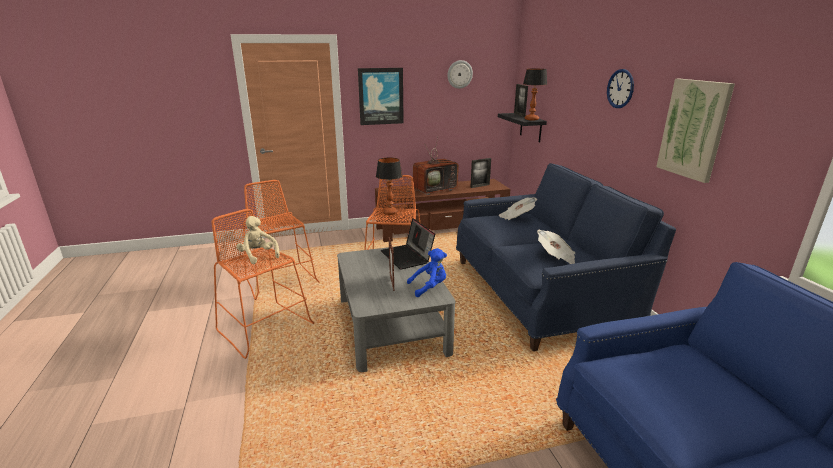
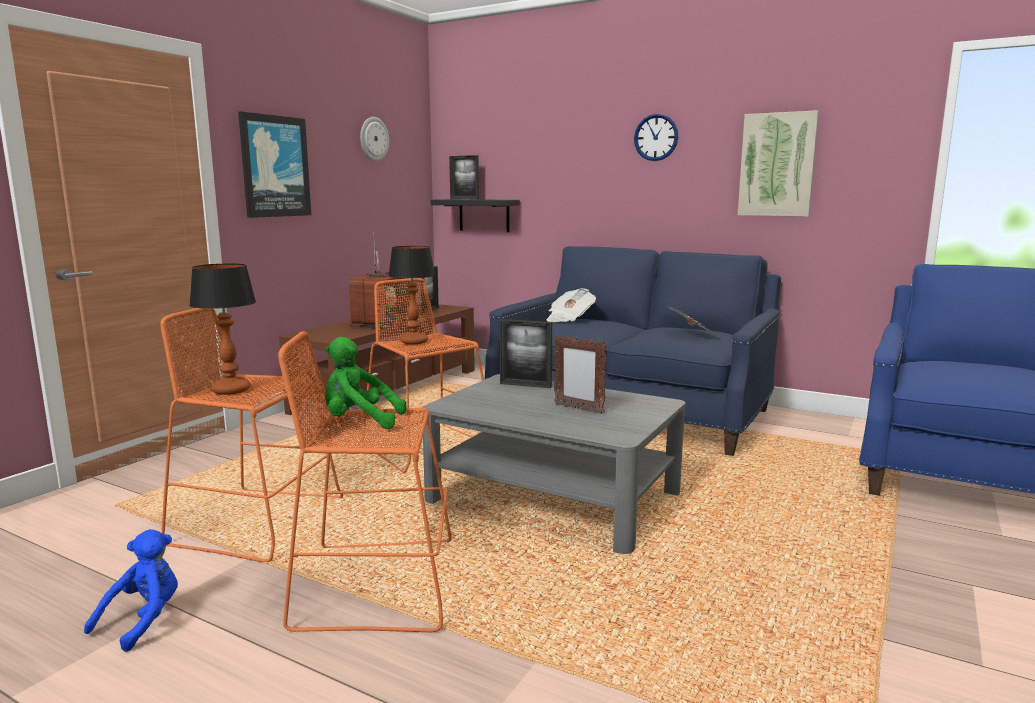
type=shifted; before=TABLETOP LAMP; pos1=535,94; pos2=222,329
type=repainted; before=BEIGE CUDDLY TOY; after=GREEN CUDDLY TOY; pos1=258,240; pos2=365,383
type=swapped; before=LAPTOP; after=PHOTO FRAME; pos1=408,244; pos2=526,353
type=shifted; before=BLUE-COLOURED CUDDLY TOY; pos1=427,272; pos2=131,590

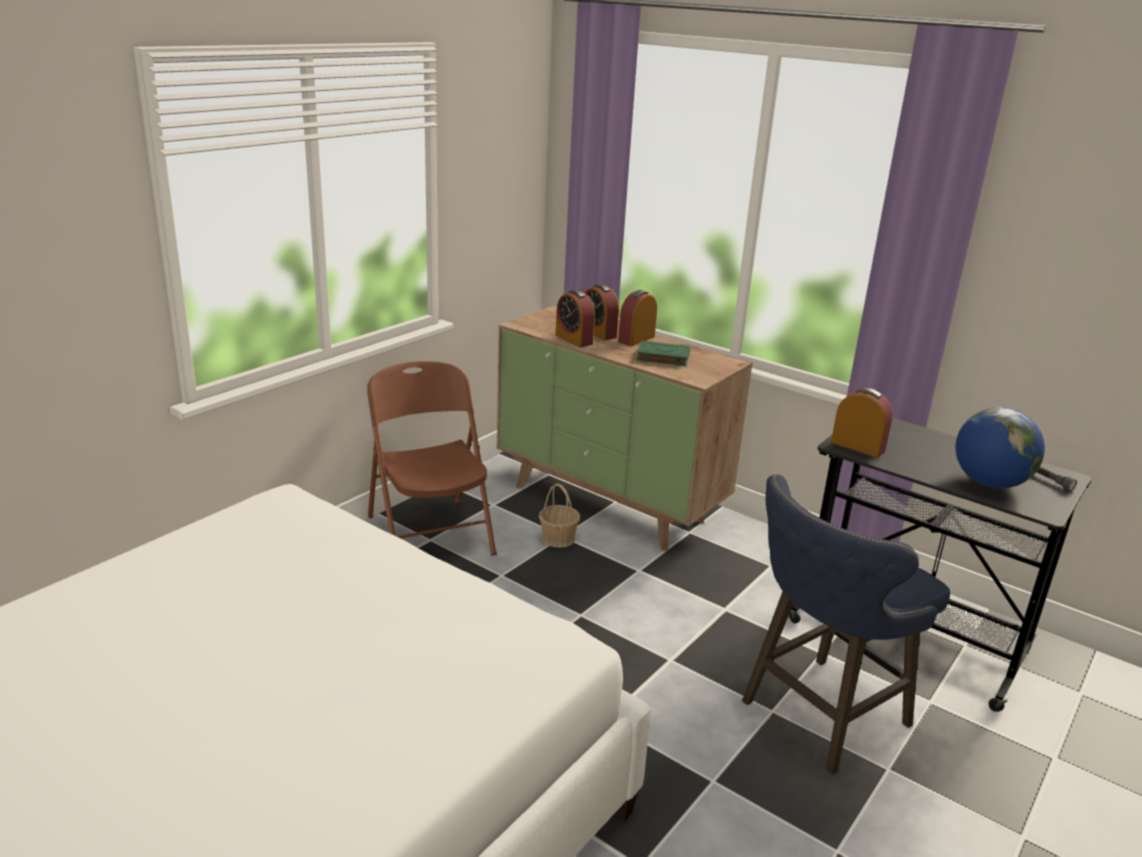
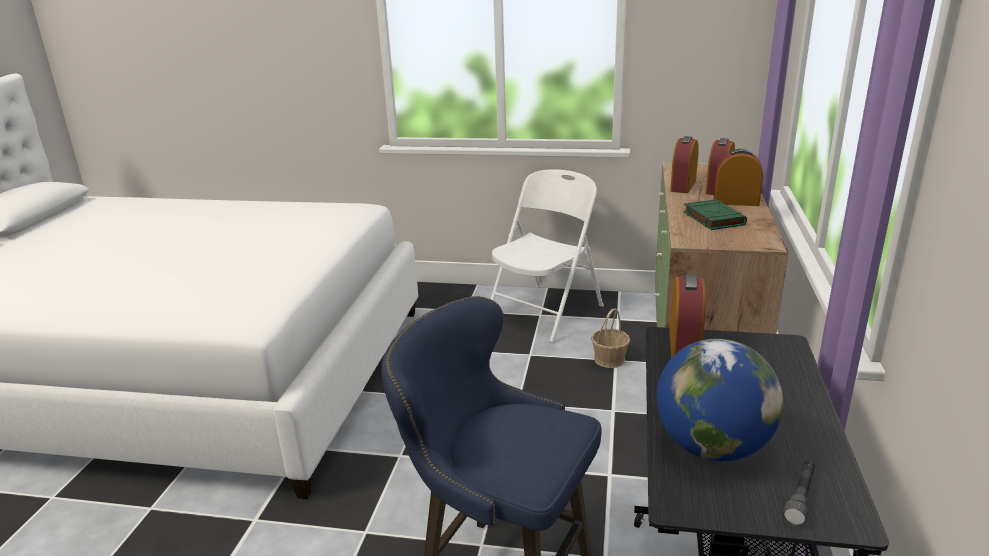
type=repainted; before=BROWN UPRIGHT CHAIR; after=WHITE-COLOURED UPRIGHT CHAIR; pos1=432,458; pos2=547,256

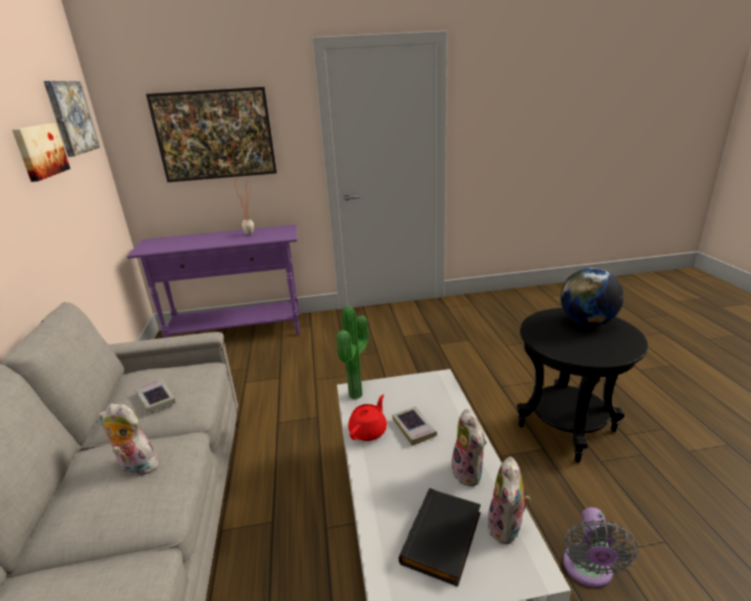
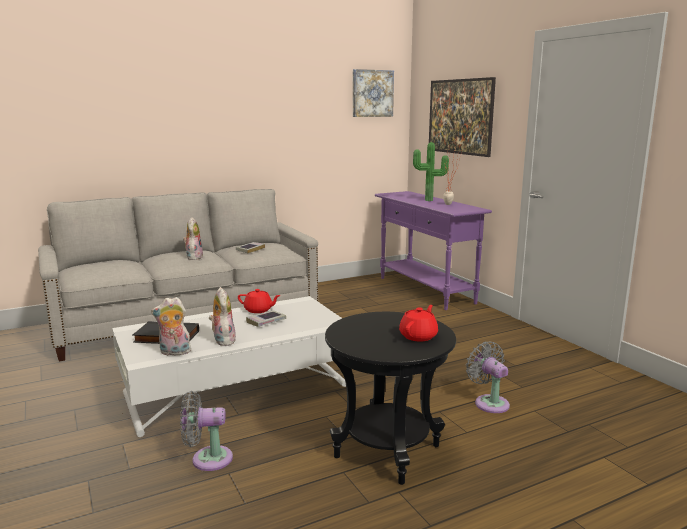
type=gone; before=WALL ART; pos1=41,152
type=swapped; before=GLOBE; after=REDDISH TEA POT; pos1=592,297; pos2=418,323
type=shifted; before=POTTED PLANT; pos1=353,352; pos2=431,171
type=rotated; before=CUDDLY TOY; pos1=469,447; pos2=222,316; turn=105
type=new; after=GREY COOLING FAN; pos2=488,377

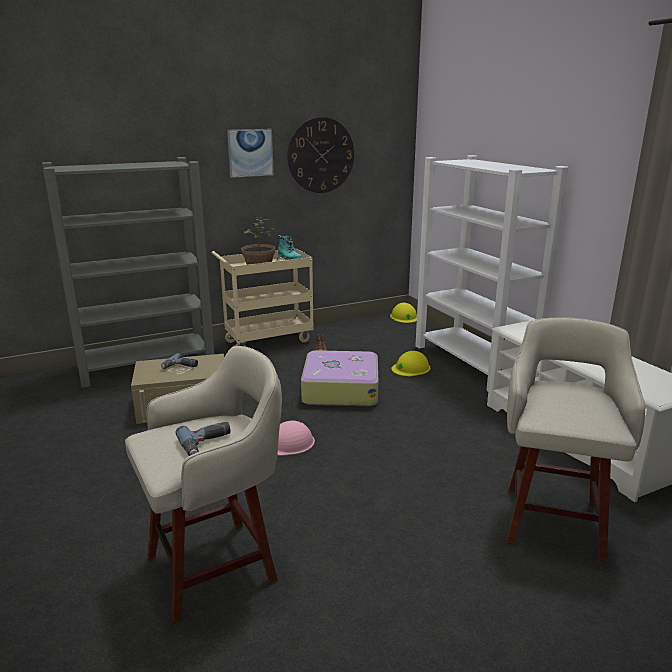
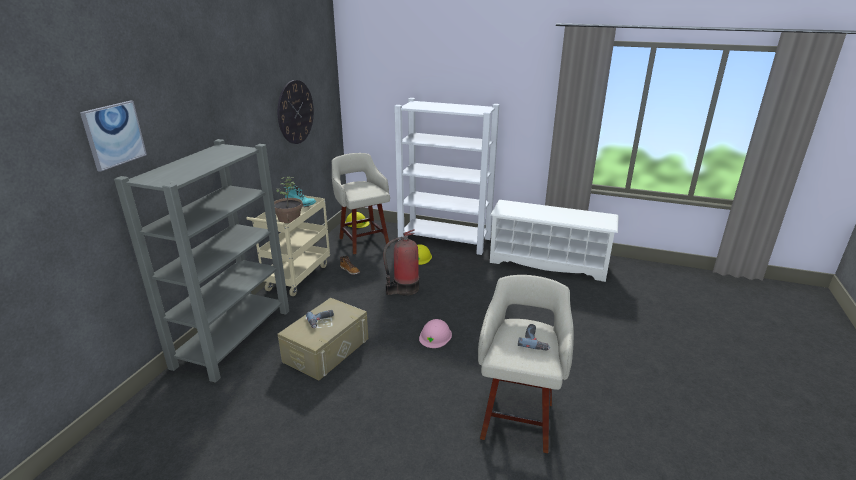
type=shifted; before=WALL ART; pos1=250,153; pos2=113,136
type=shifted; before=BEIGE SITTING STOOL; pos1=576,439; pos2=361,203
type=swapped; before=PIECE OF LUGGAGE; after=FIRE-FIGHTING CYLINDER; pos1=339,378; pos2=401,262

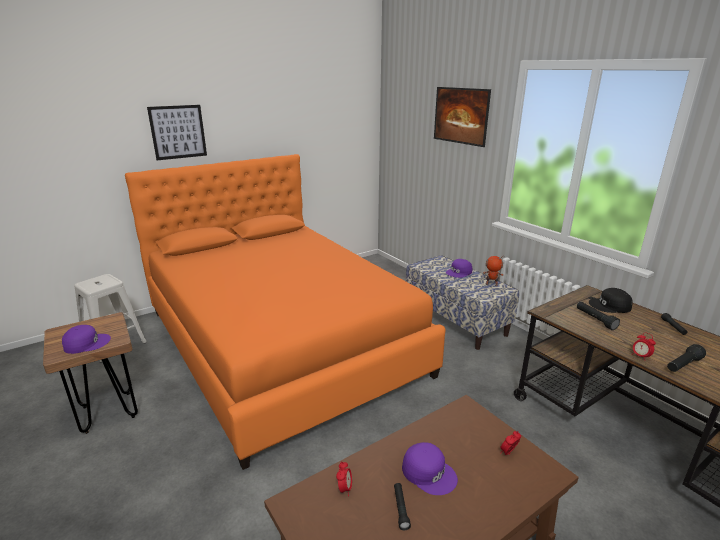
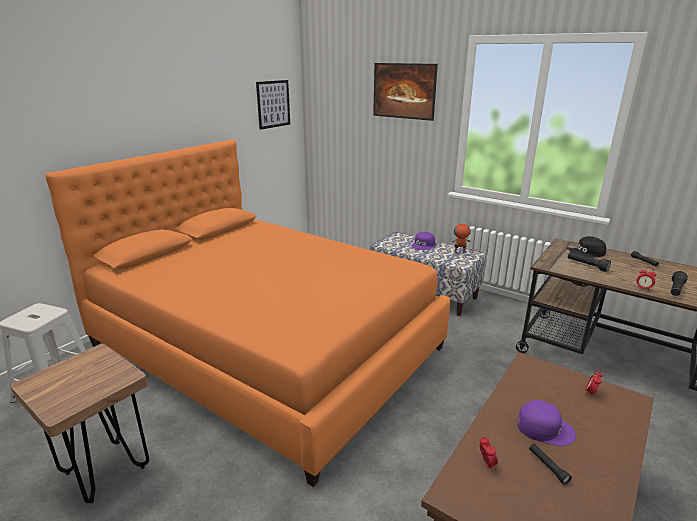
type=shifted; before=WALL ART; pos1=177,132; pos2=273,105
type=gone; before=PURPLE-COLOURED BASEBALL CAP; pos1=86,339

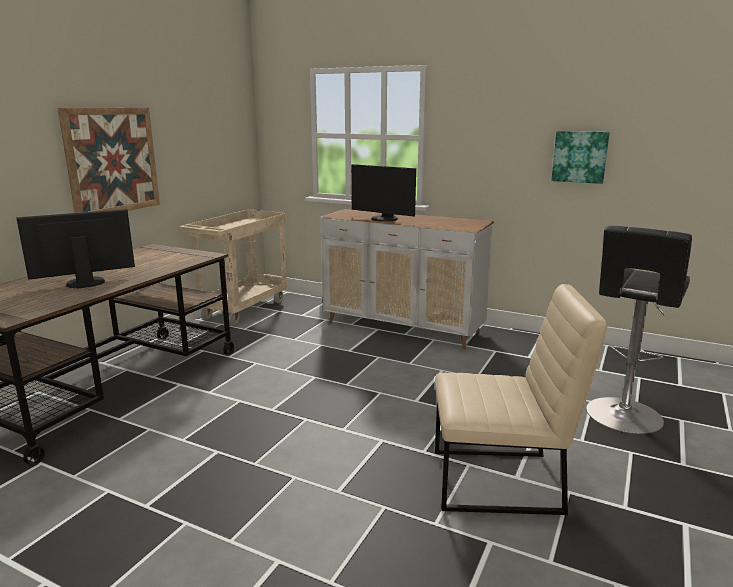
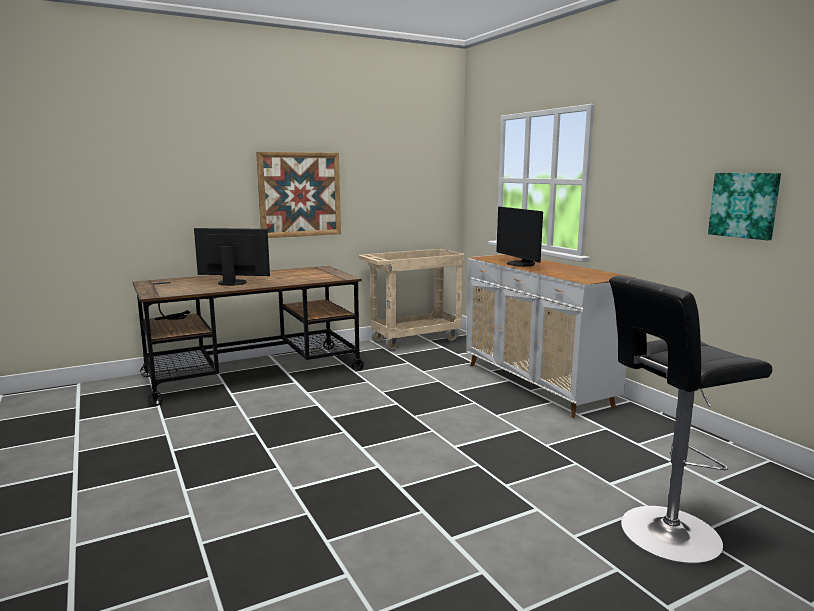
type=gone; before=BEIGE UPRIGHT CHAIR; pos1=521,399

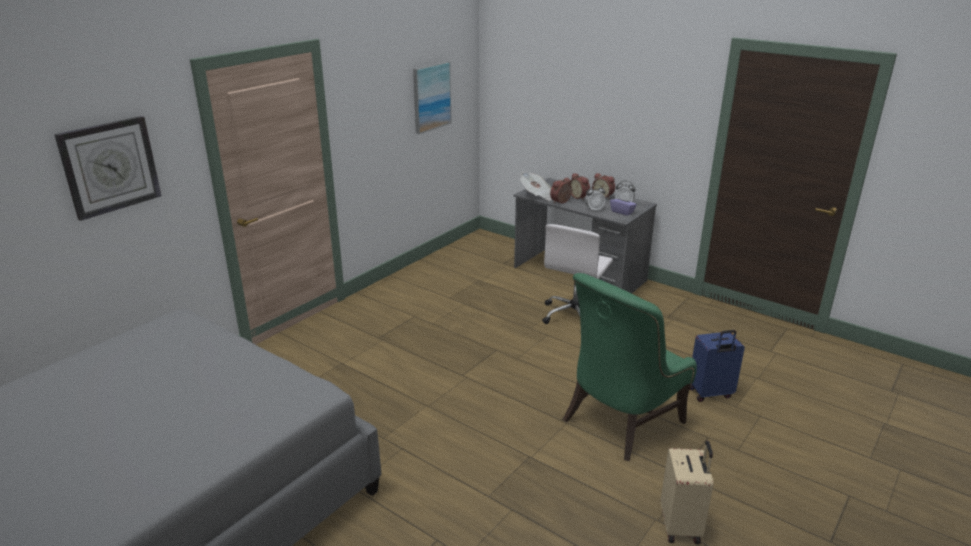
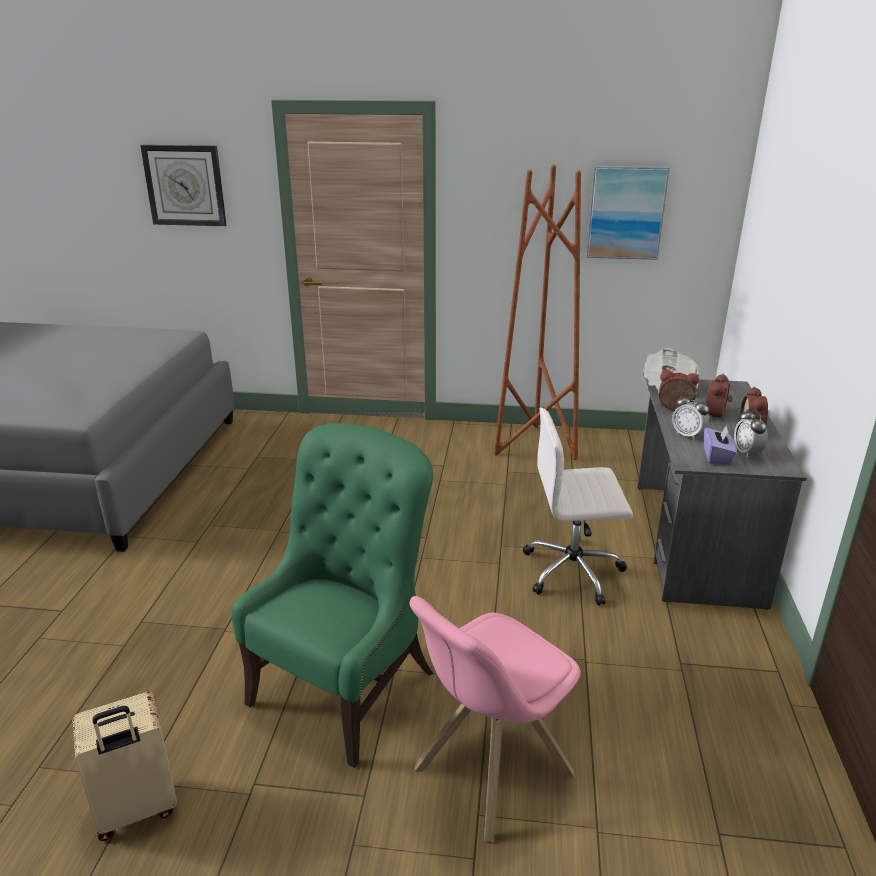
type=rotated; before=GREEN UPRIGHT CHAIR; pos1=630,367; pos2=332,595; turn=105
type=swapped; before=BLUE-COLOURED PIECE OF LUGGAGE; after=PINKISH UPRIGHT CHAIR; pos1=717,366; pos2=495,719
type=new; after=BROWN GARMENT RACK; pos2=537,312

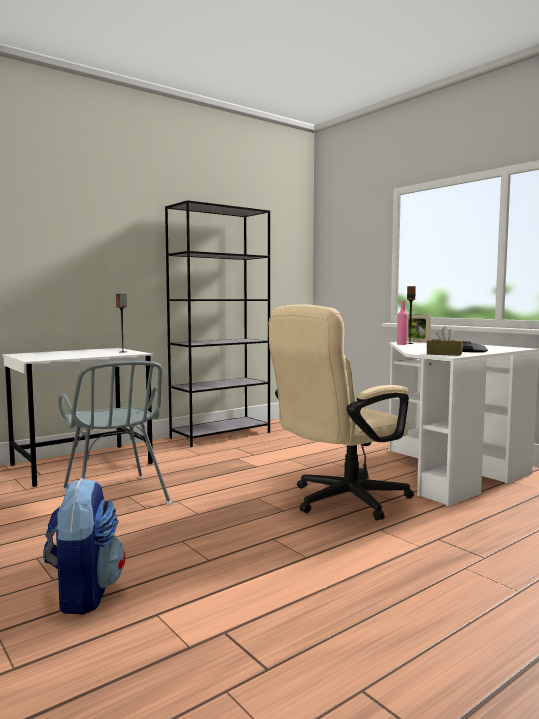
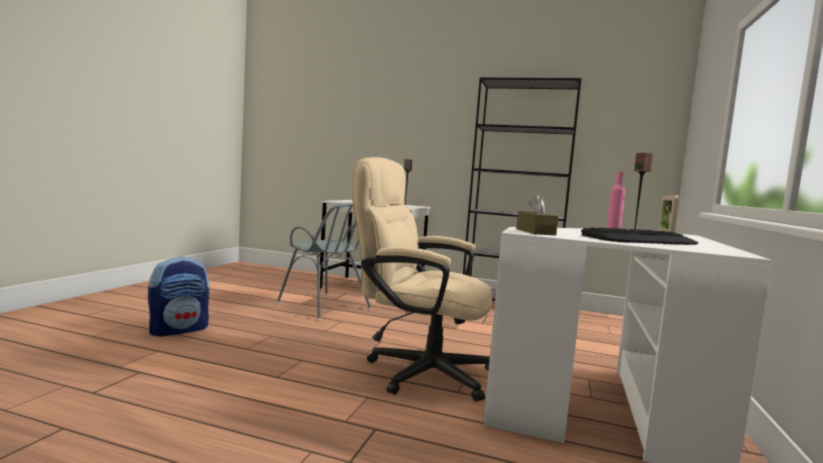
type=rotated; before=GREY UPRIGHT CHAIR; pos1=115,432; pos2=324,262; turn=-75

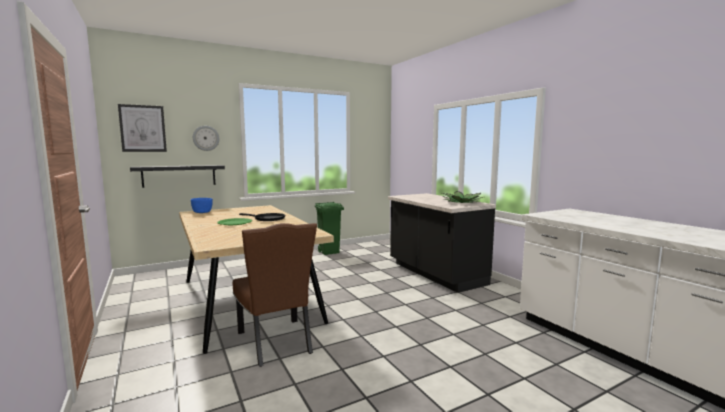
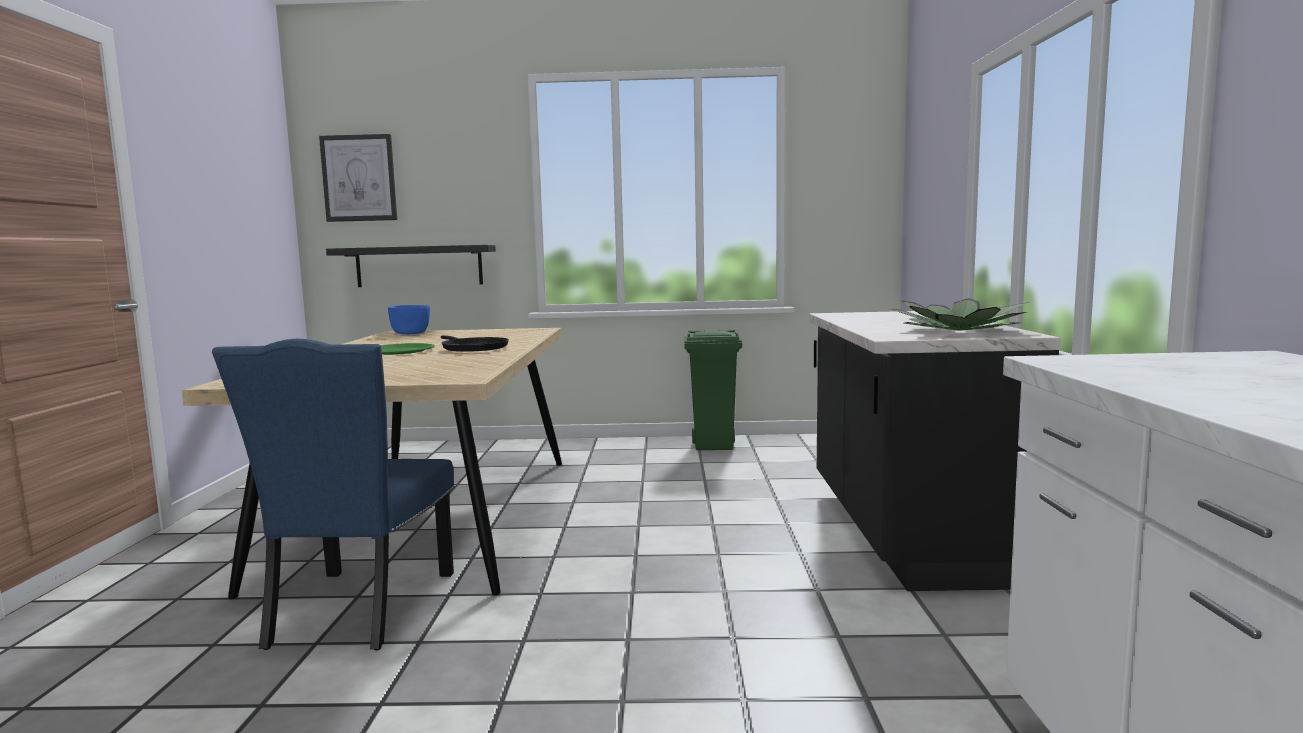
type=gone; before=HANGING CLOCK; pos1=206,138
type=repainted; before=BROWN UPRIGHT CHAIR; after=BLUE-COLOURED UPRIGHT CHAIR; pos1=275,295; pos2=333,494

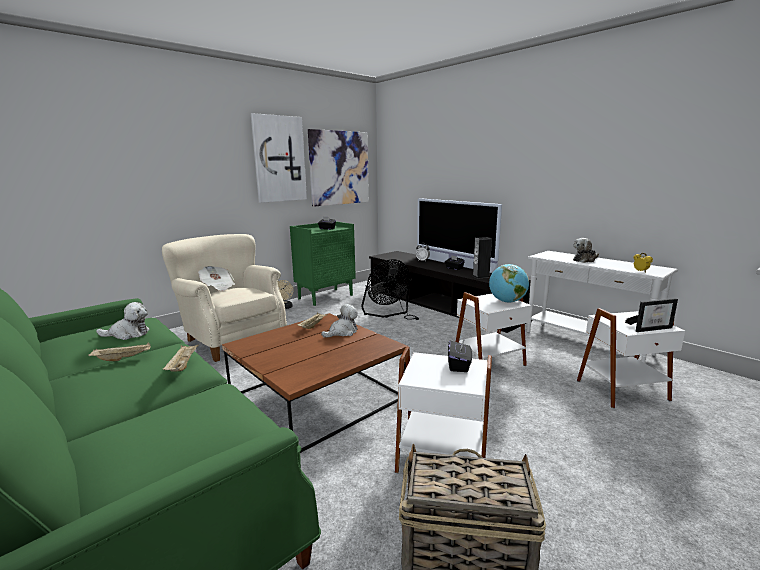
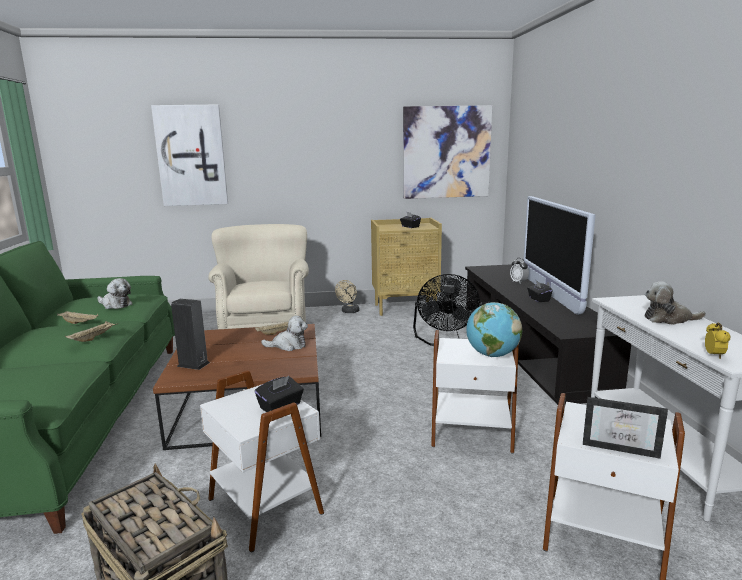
type=shifted; before=WALL ART; pos1=279,158; pos2=189,155
type=repainted; before=GREEN CUPBOARD; after=BEIGE CUPBOARD; pos1=323,263; pos2=406,267
type=shifted; before=AUDIO SPEAKER; pos1=482,258; pos2=190,334
type=gone; before=DAILY PAPER; pos1=217,278

